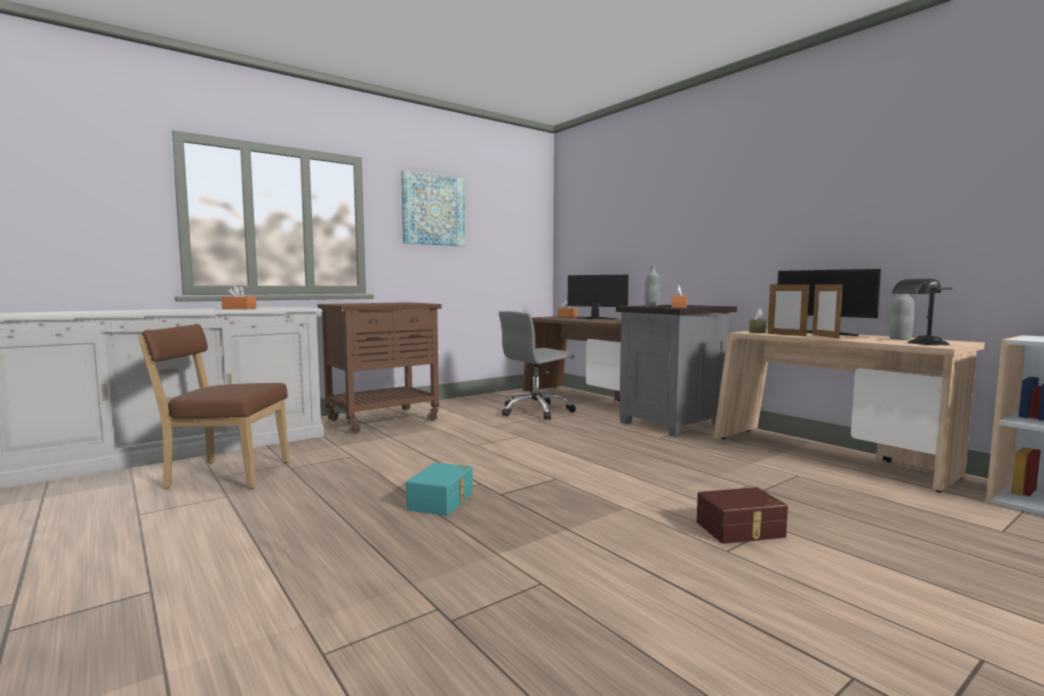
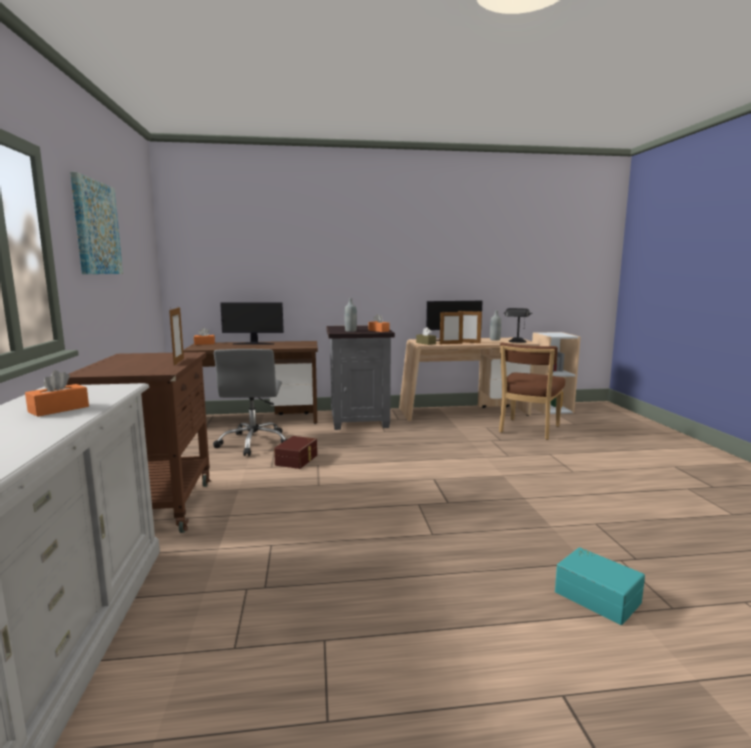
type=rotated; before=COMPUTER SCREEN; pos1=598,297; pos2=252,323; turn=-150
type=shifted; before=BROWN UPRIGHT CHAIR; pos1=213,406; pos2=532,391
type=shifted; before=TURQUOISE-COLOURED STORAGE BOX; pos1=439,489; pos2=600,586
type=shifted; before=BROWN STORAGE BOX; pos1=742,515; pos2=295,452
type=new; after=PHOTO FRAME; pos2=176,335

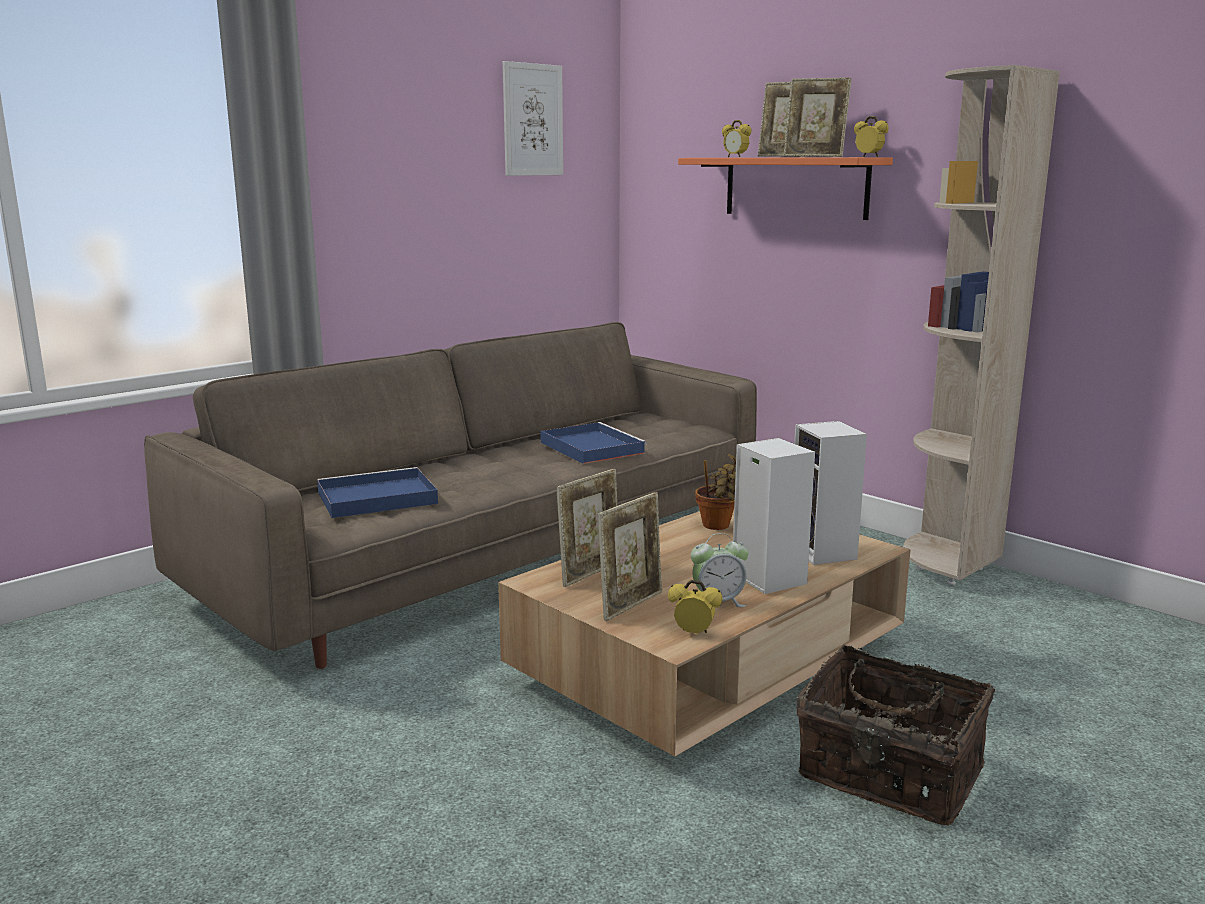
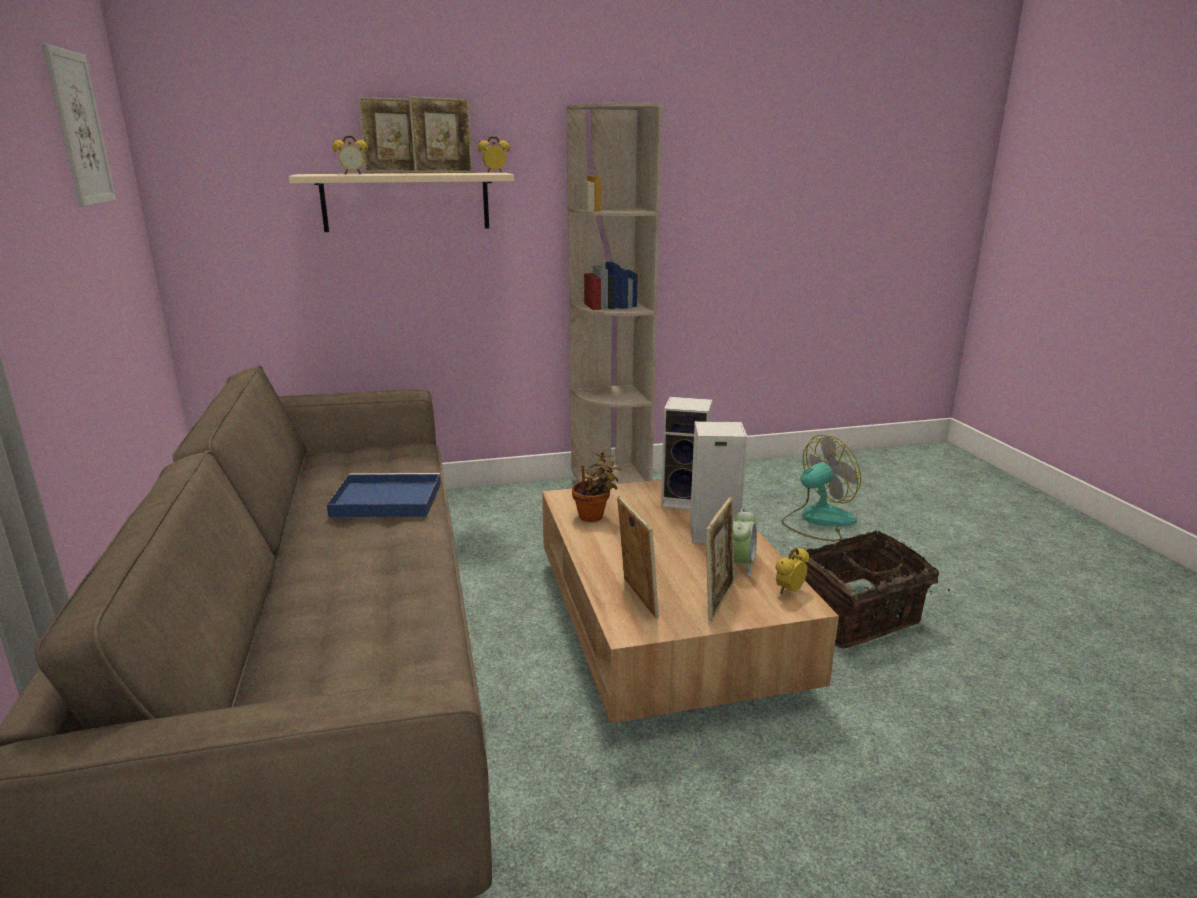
type=repainted; before=ORANGE BRACKET SHELF; after=BEIGE BRACKET SHELF; pos1=785,188; pos2=401,202
type=gone; before=BLUE-COLOURED TRAY; pos1=377,492
type=rotated; before=PHOTO FRAME; pos1=630,556; pos2=720,559; turn=45
type=new; after=COOLING FAN; pos2=821,488

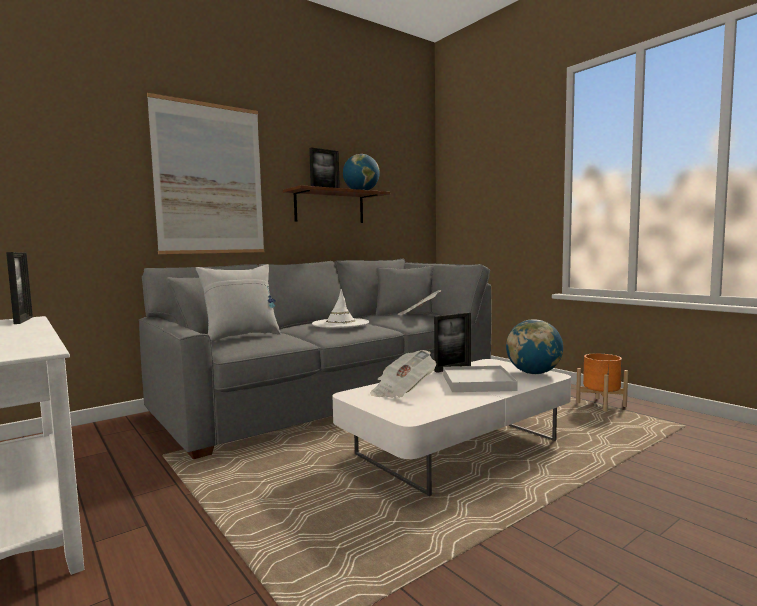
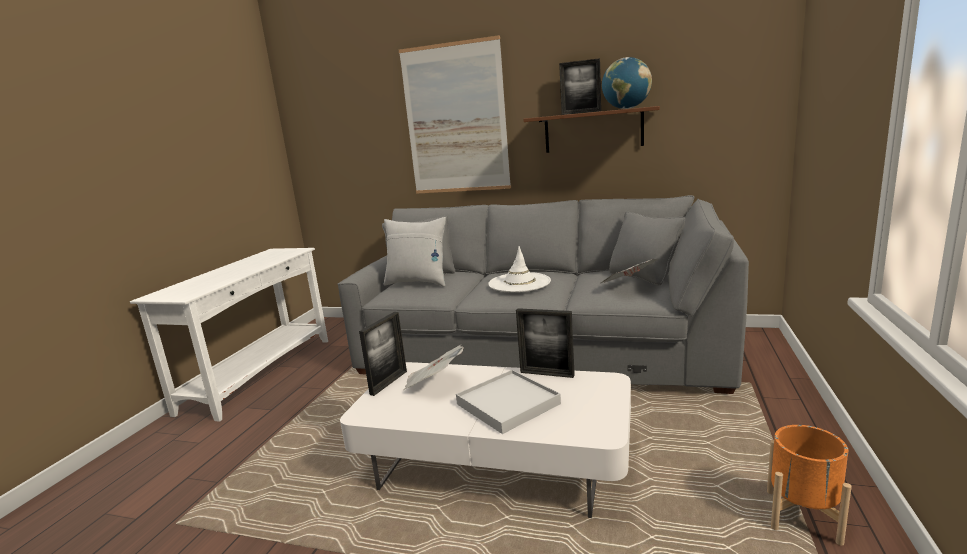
type=shifted; before=PHOTO FRAME; pos1=19,288; pos2=383,354
type=gone; before=GLOBE; pos1=534,346

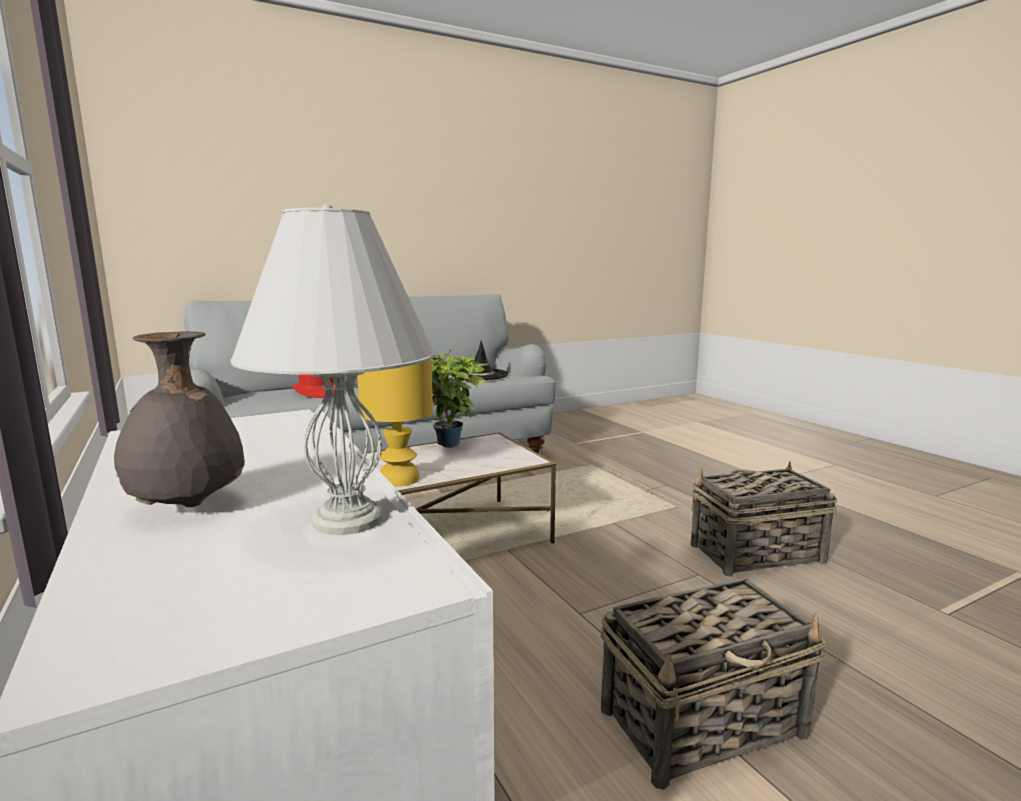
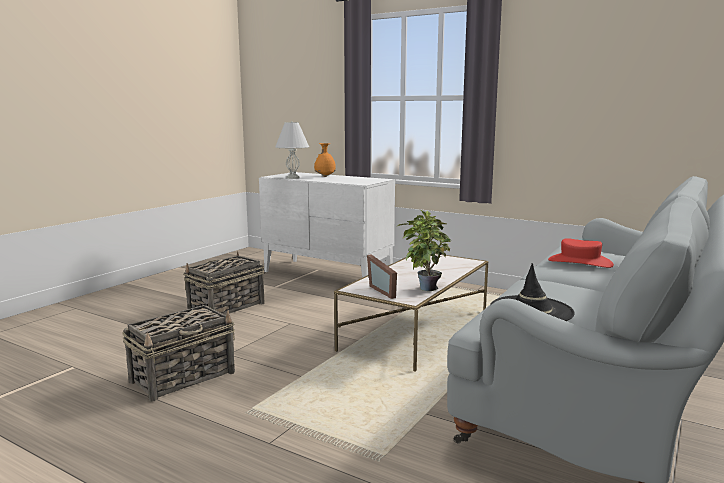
type=repainted; before=GREY FLOWER VASE; after=ORANGE FLOWER VASE; pos1=179,419; pos2=325,160
type=gone; before=YELLOW-COLOURED TABLETOP LAMP; pos1=395,423
type=new; after=PHOTO FRAME; pos2=382,276

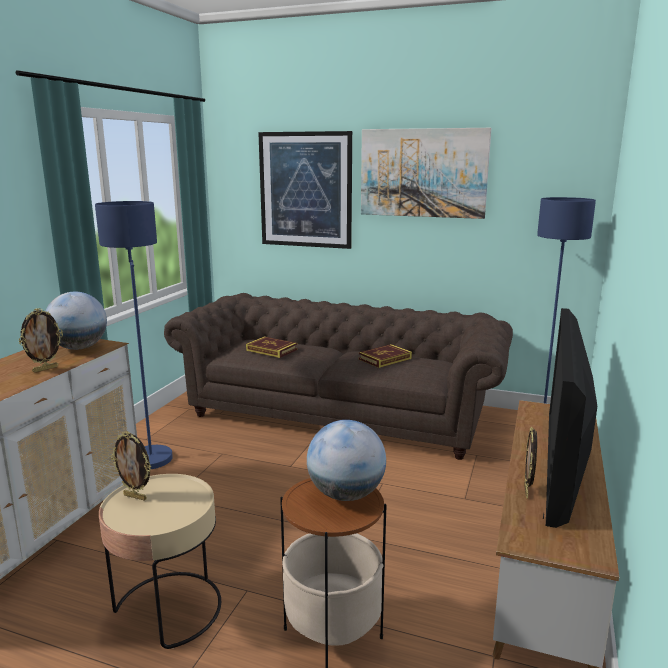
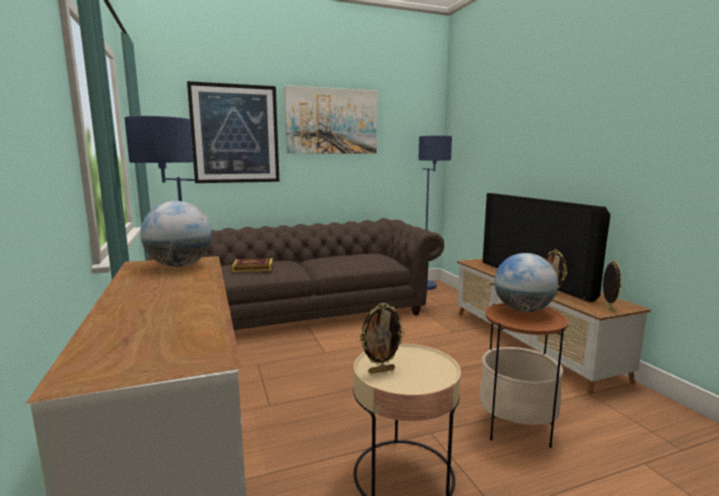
type=shifted; before=PHOTO FRAME; pos1=41,340; pos2=612,285
type=gone; before=BOOK; pos1=385,356

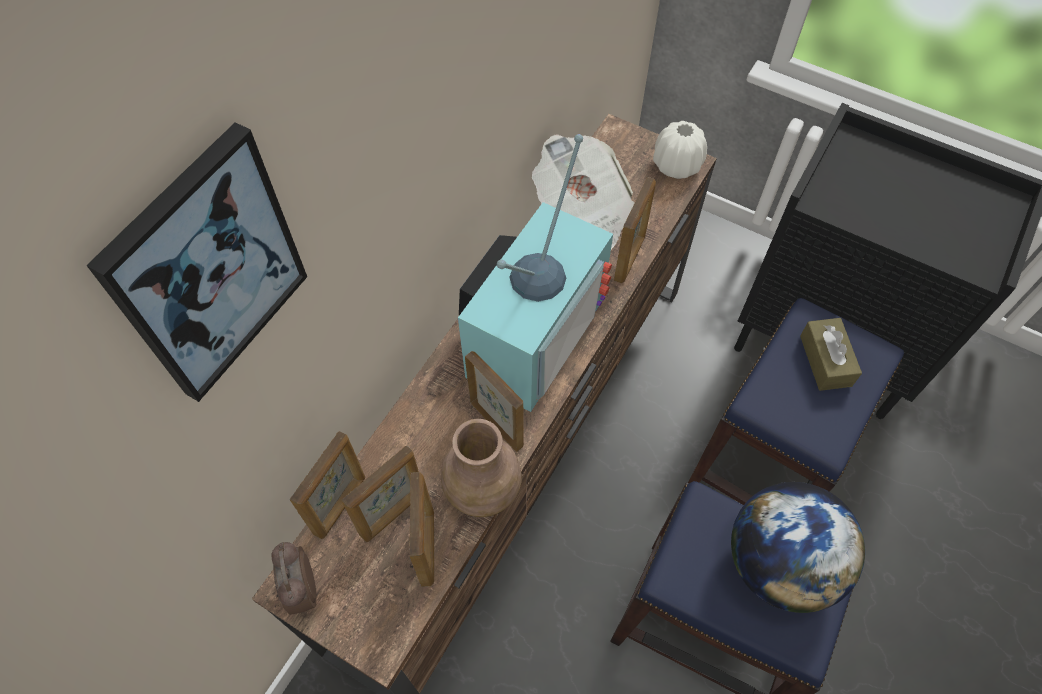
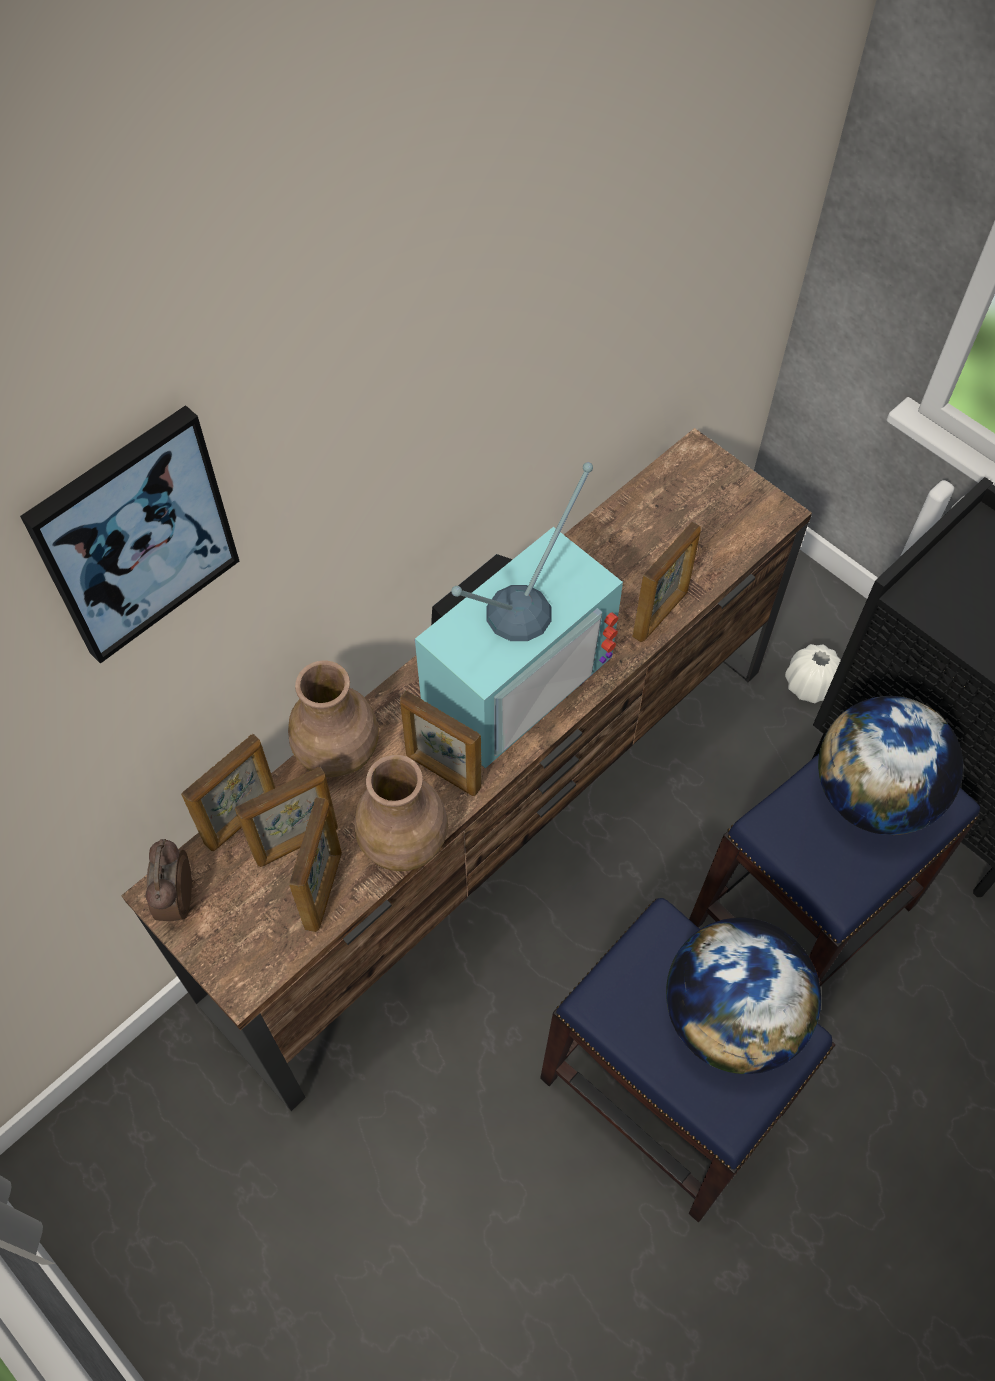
type=shifted; before=WHITE-COLOURED FLOWER VASE; pos1=680,150; pos2=813,673
type=gone; before=DAILY PAPER; pos1=583,191
type=swapped; before=BROWN BOX OF TISSUES; after=GLOBE; pos1=831,354; pos2=890,765
type=rotated; before=PHOTO FRAME; pos1=494,401; pos2=441,743; turn=150
type=new; after=BROWN FLOWER VASE; pos2=333,719

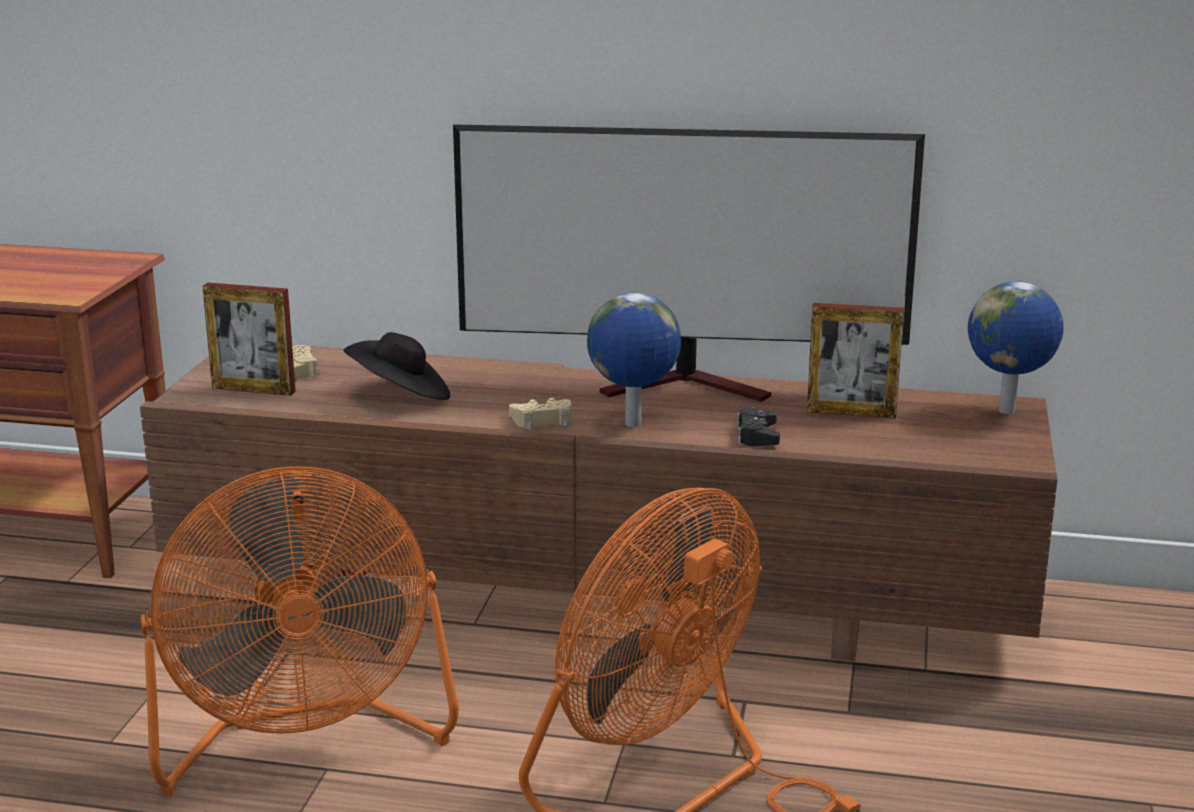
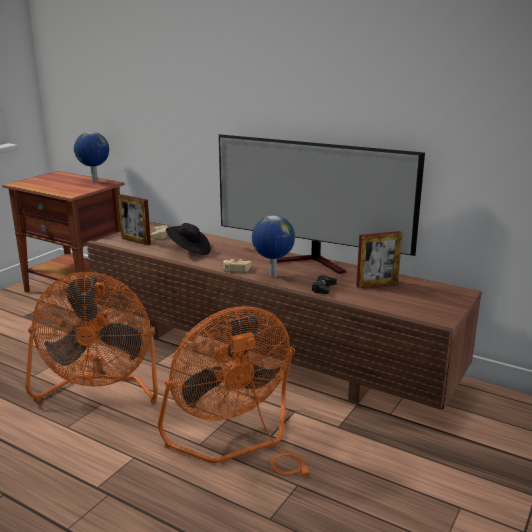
type=shifted; before=GLOBE; pos1=1016,347; pos2=91,157
type=rotated; before=PHOTO FRAME; pos1=855,361; pos2=379,259; turn=-45

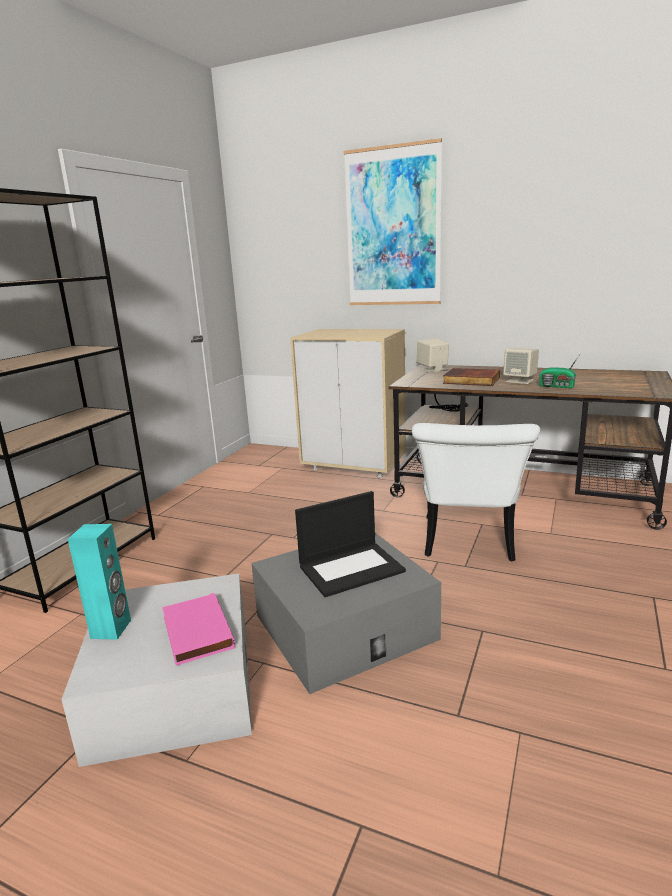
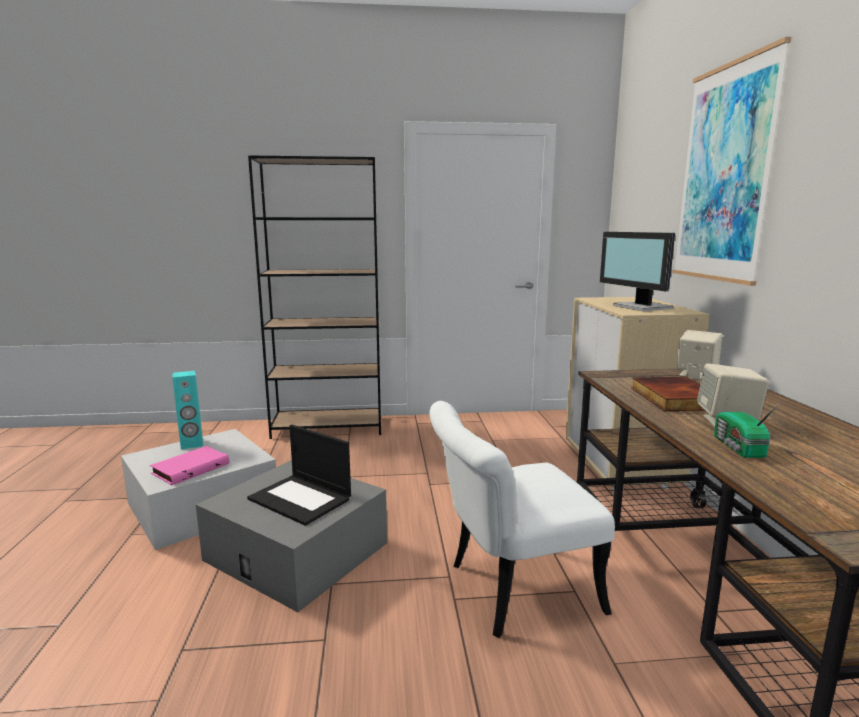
type=new; after=COMPUTER SCREEN; pos2=637,271

